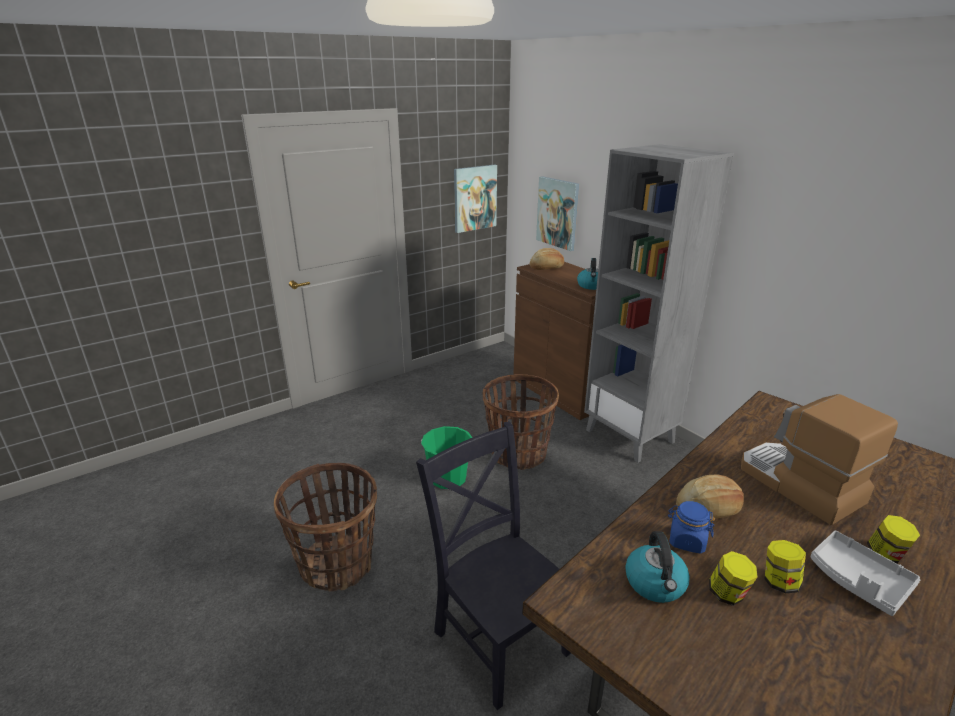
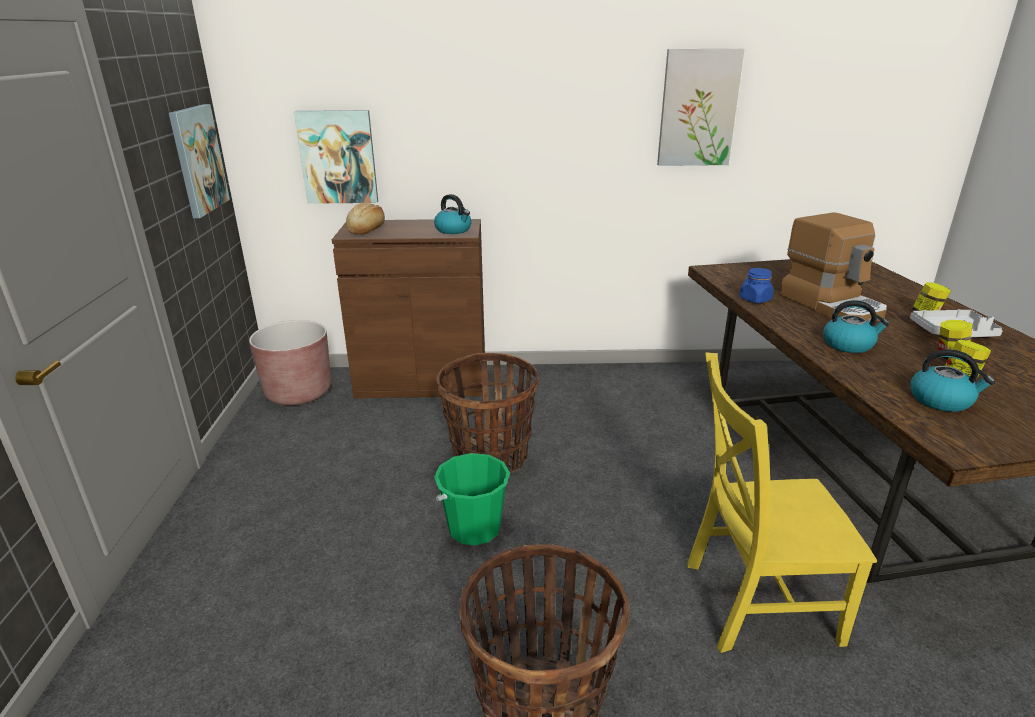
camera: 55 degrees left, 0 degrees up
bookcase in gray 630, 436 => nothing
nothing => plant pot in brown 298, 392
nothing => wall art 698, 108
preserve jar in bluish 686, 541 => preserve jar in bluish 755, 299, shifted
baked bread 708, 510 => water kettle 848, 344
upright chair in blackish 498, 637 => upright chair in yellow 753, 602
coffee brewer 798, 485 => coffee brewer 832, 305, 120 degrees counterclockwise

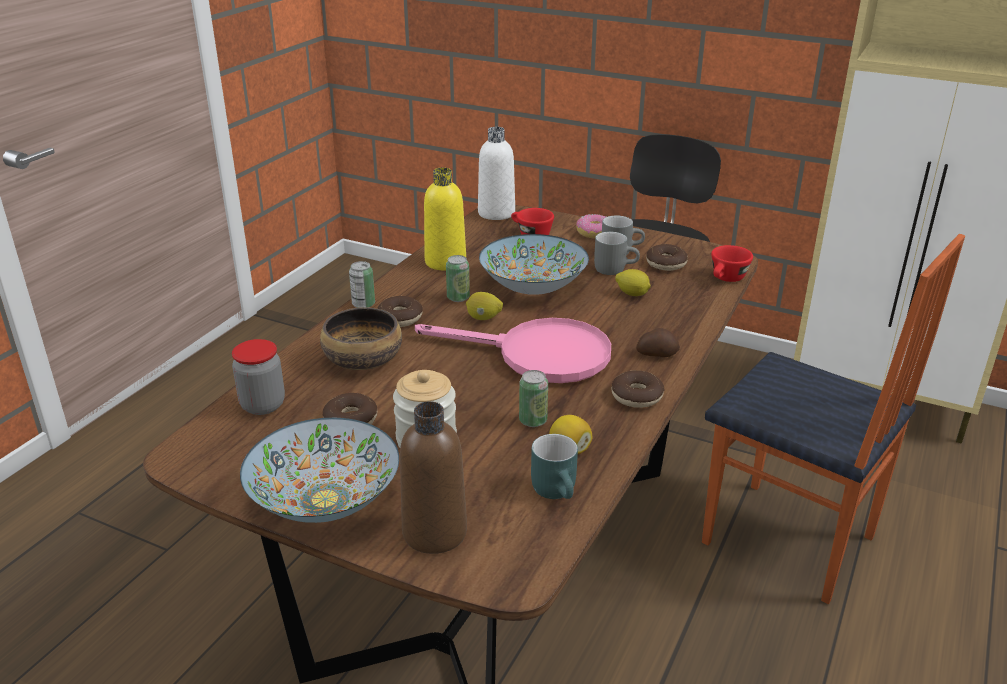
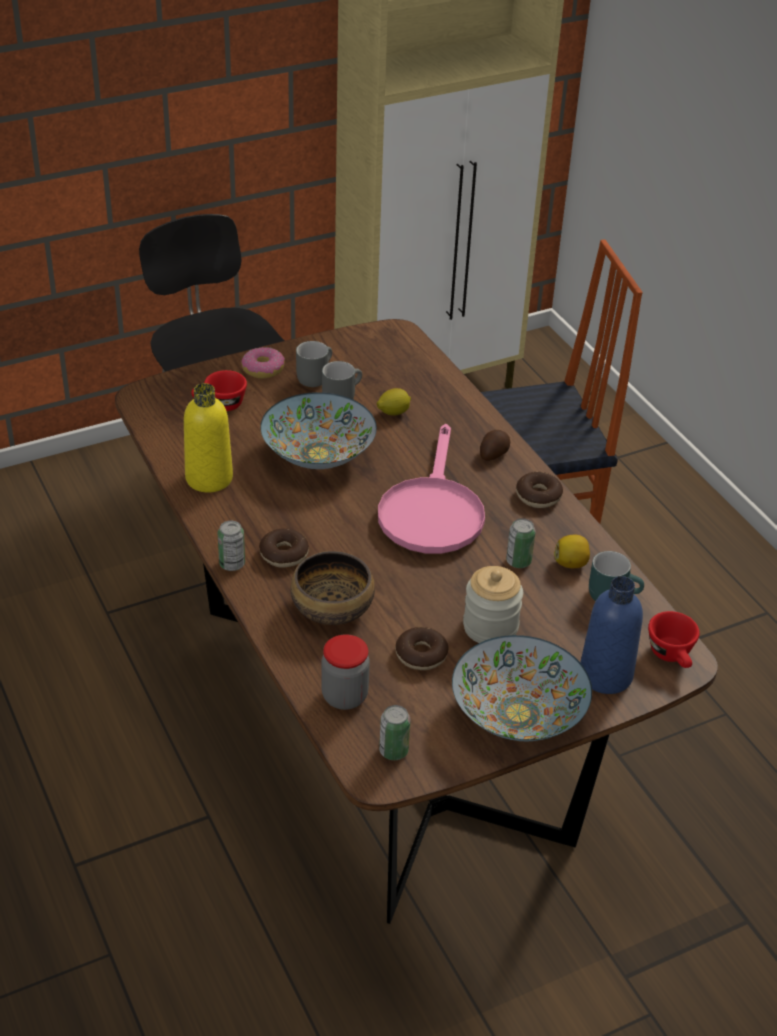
camera: 55 degrees left, 10 degrees up
lemon 483, 318 => nothing
drink bottle in white 496, 213 => nothing
donut 666, 264 => nothing
can 458, 298 => can 393, 751, shifted
cup in red 726, 279 => cup in red 672, 656, shifted
drink bottle in brown 434, 532 => drink bottle in bluish 605, 675
frying pan in pink 538, 355 => frying pan in pink 431, 511, 135 degrees clockwise

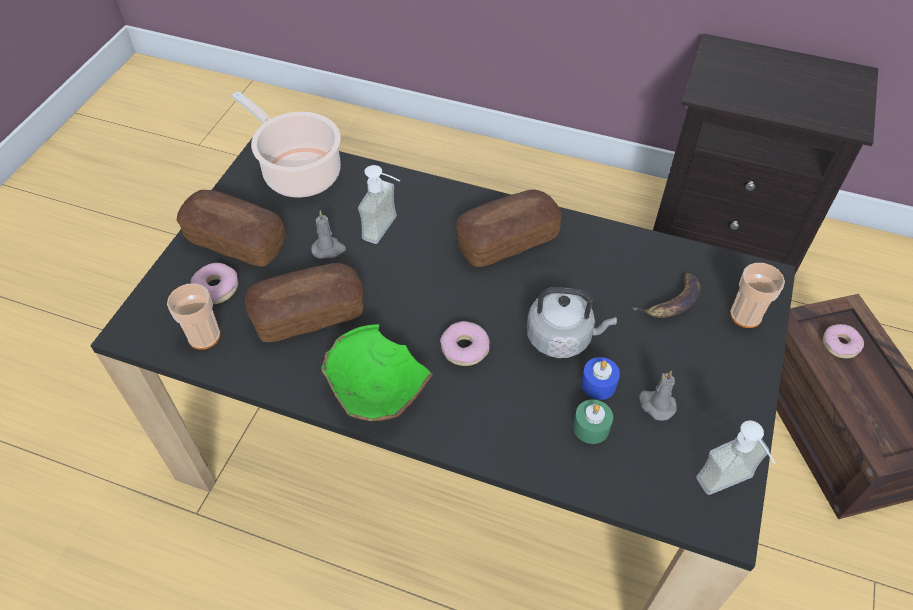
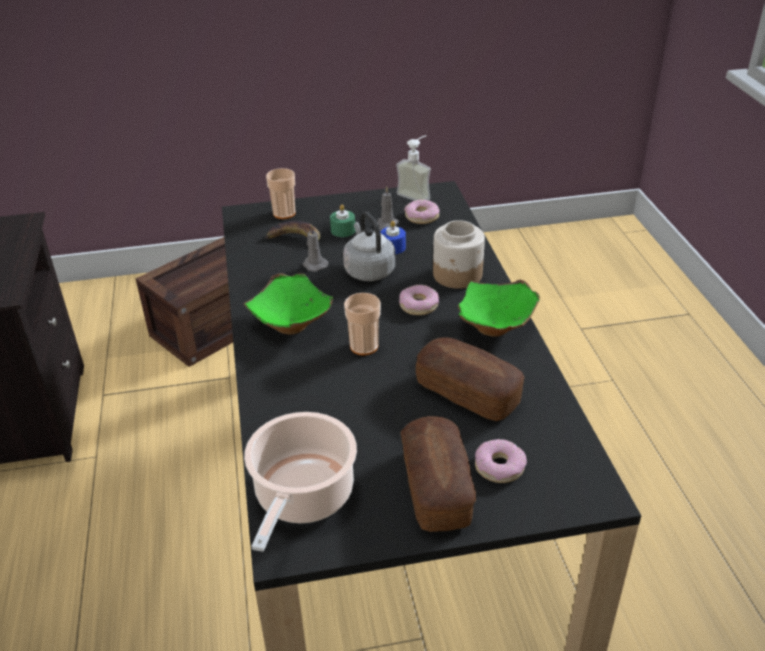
camera: 120 degrees left, 15 degrees down
liquid soap bottle 387, 230 => nothing
nothing => preserve jar 457, 275
cup 204, 336 => cup 364, 346, shifted
candle in gray 329, 249 => candle in gray 314, 265, shifted
candle in green-coloured 591, 427 => candle in green-coloured 343, 230, shifted
donut 840, 345 => donut 422, 217, shifted
baked bread 507, 241 => serving bowl in green-coloured 293, 324

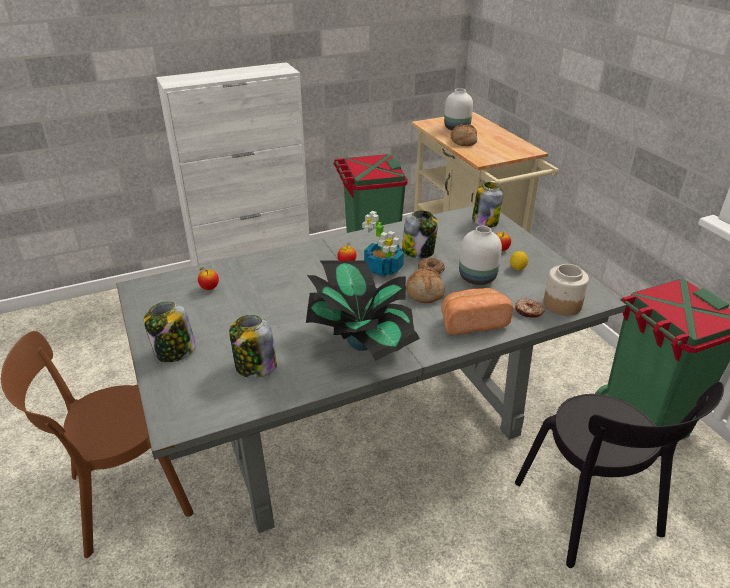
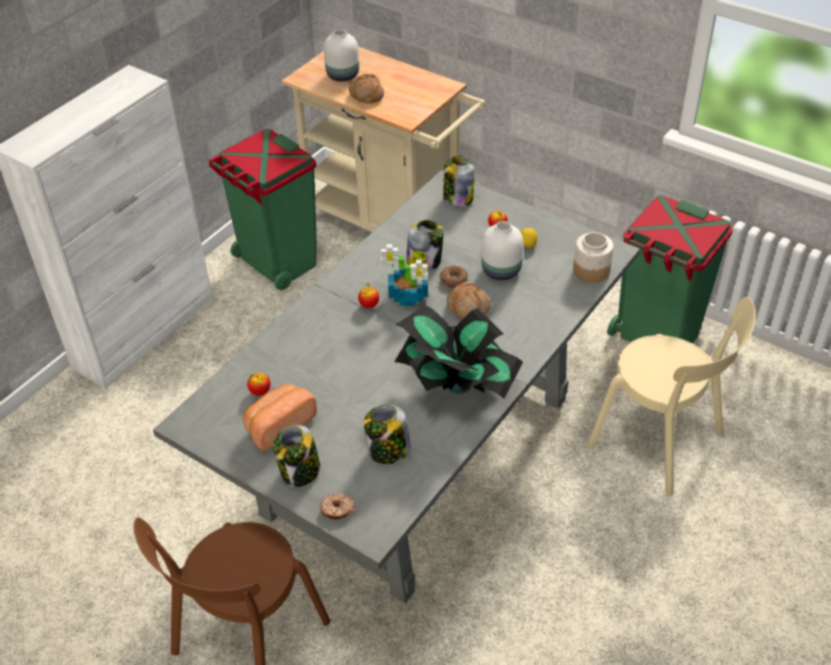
camera: 30 degrees left, 10 degrees up
baked bread 472, 322 => baked bread 278, 425, shifted
donut 528, 312 => donut 337, 510, shifted
upright chair in blackish 590, 514 => upright chair in beige-coloured 661, 443

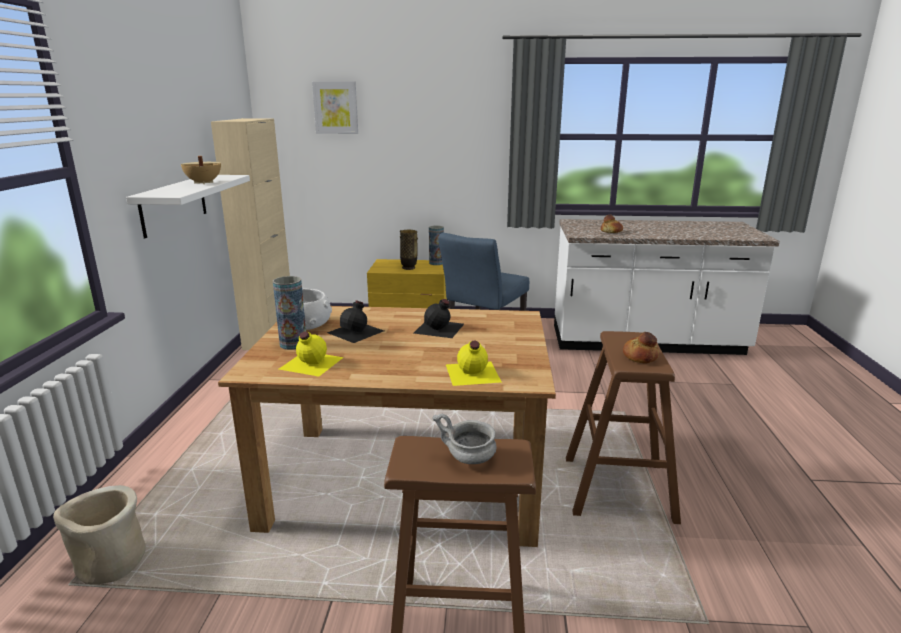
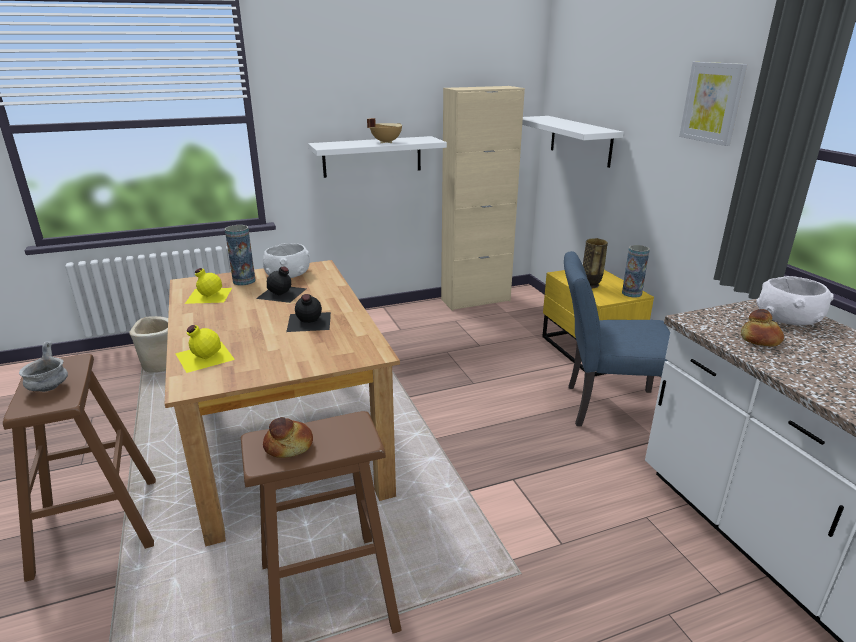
camera: 65 degrees right, 5 degrees up
nothing => shelf in white 580, 140
nothing => serving bowl in white 789, 318
wall art 335, 107 => wall art 713, 102, shifted

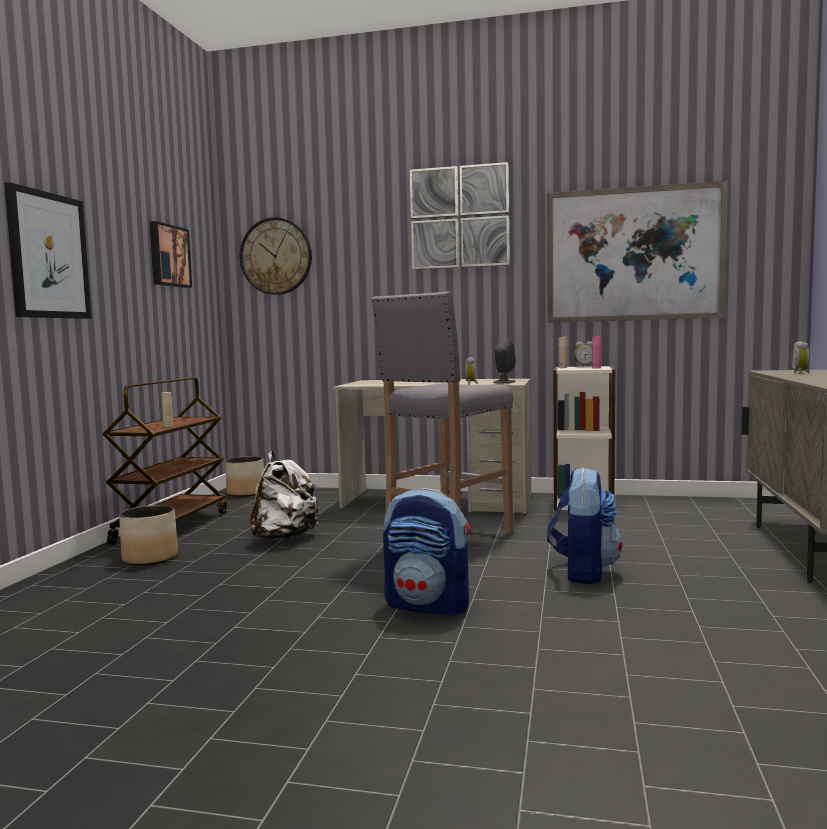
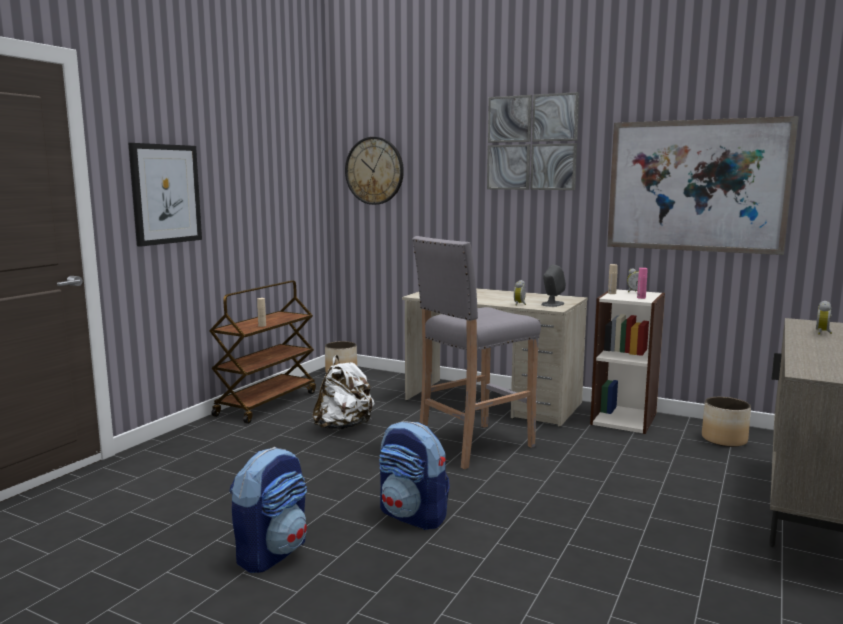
camera: 15 degrees right, 5 degrees up
wall art 168, 256 => nothing
plant pot 149, 558 => plant pot 723, 439, shifted
backpack 583, 572 => backpack 272, 553, shifted

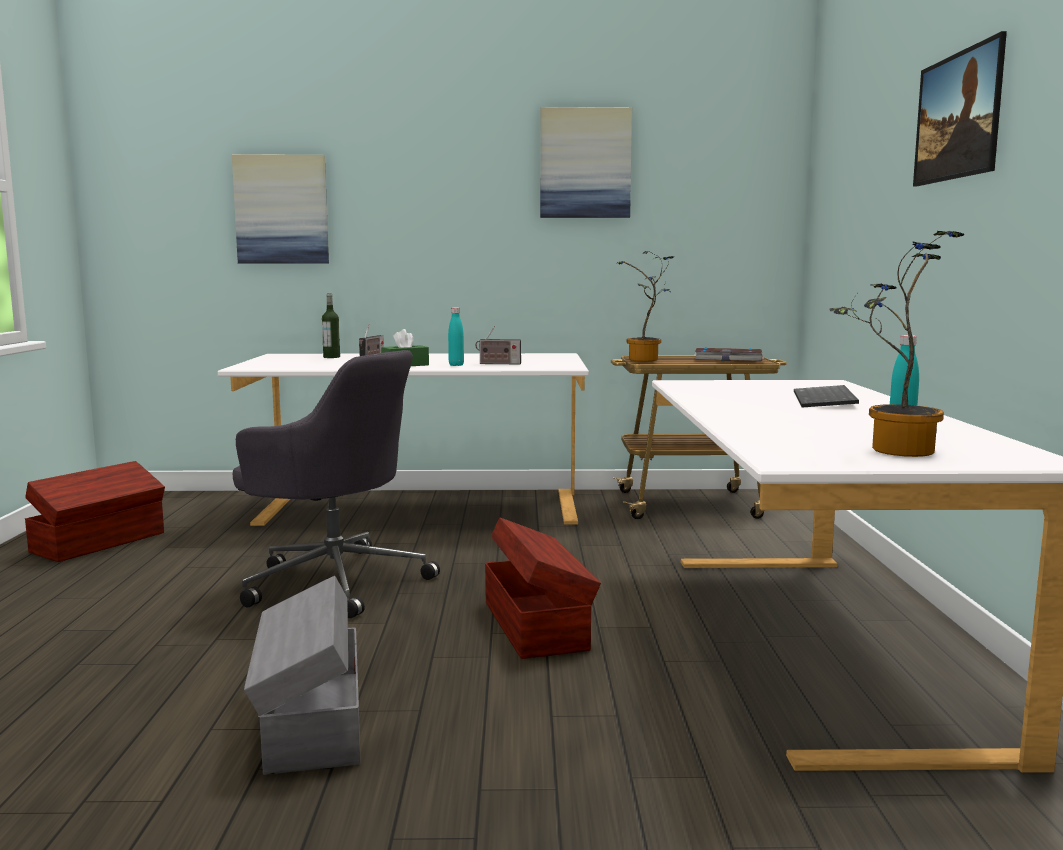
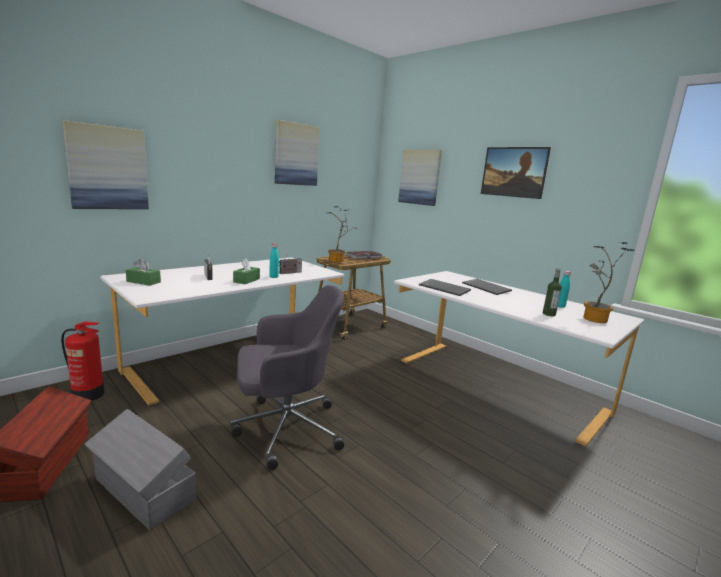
camera: 45 degrees left, 5 degrees up
storage container in brown 536, 624 => nothing
nothing => fire extinguisher 88, 395
nothing => tissue box in green-coloured 143, 282
nothing => wall art 420, 177
nothing => computer keyboard 445, 288
storage container in gray 311, 721 => storage container in gray 143, 490, shifted
drink bottle 331, 357 => drink bottle 549, 314, shifted

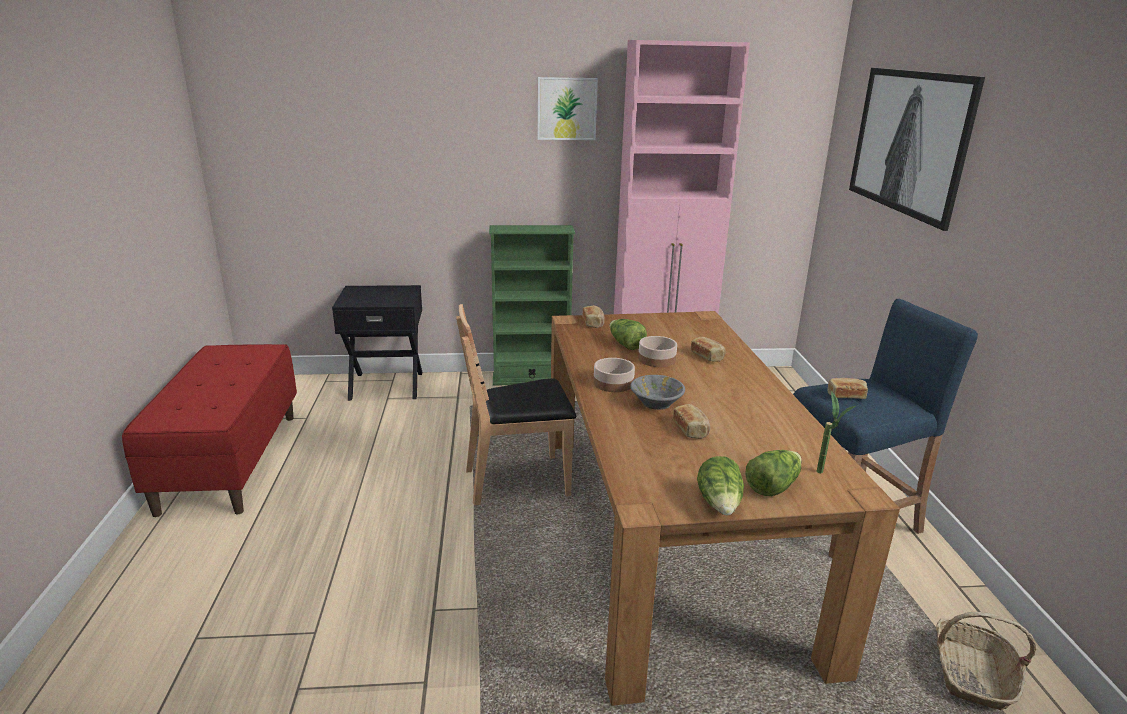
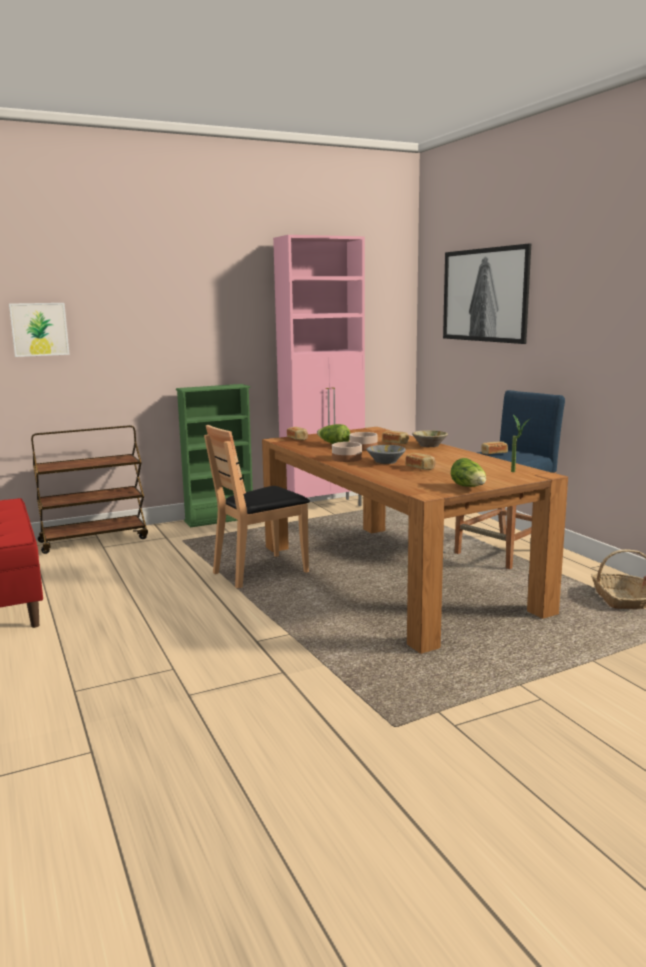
camera: 20 degrees left, 10 degrees down
lettuce head 772, 485 => nothing
nothing => serving bowl in beige-coloured 429, 445
wall art 567, 109 => wall art 39, 329, shifted
bedside table in blackish 386, 385 => trolley in brown 94, 540

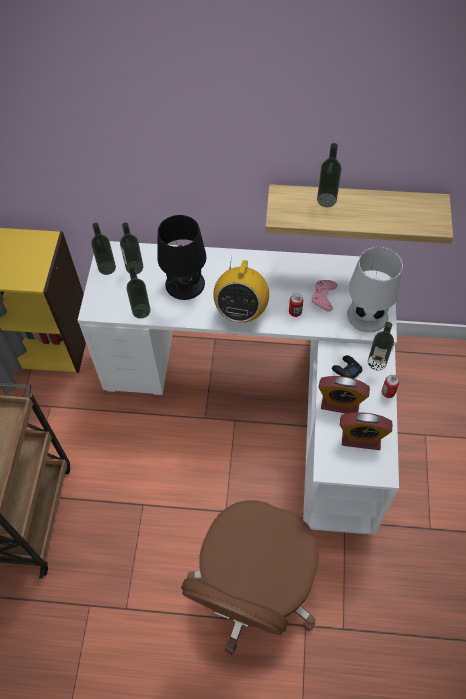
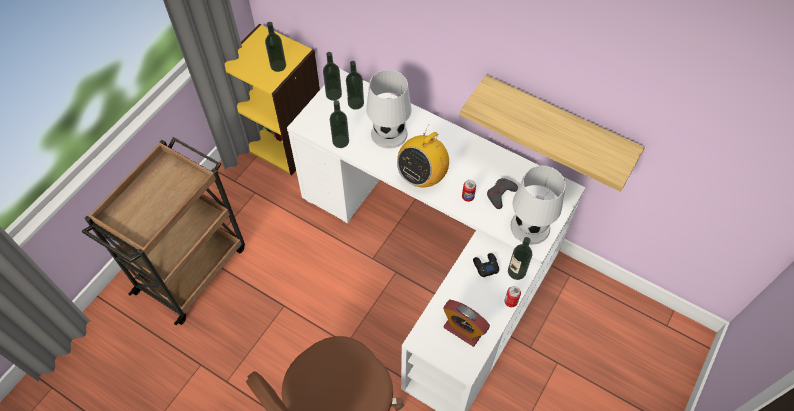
camera: 25 degrees right, 0 degrees up
table clock 340, 403 => nothing
drink bottle 326, 200 => drink bottle 278, 66, shifted
lamp for a table in blackish 185, 284 => lamp for a table in white 389, 134
game controller in pink 323, 297 => game controller in gray 500, 194

